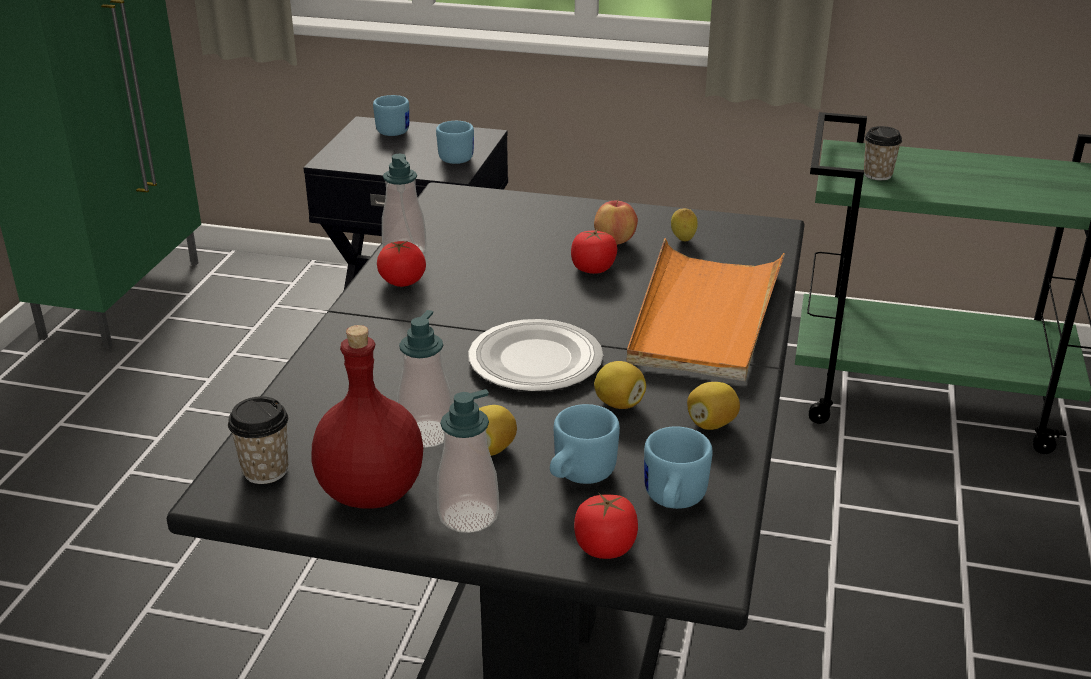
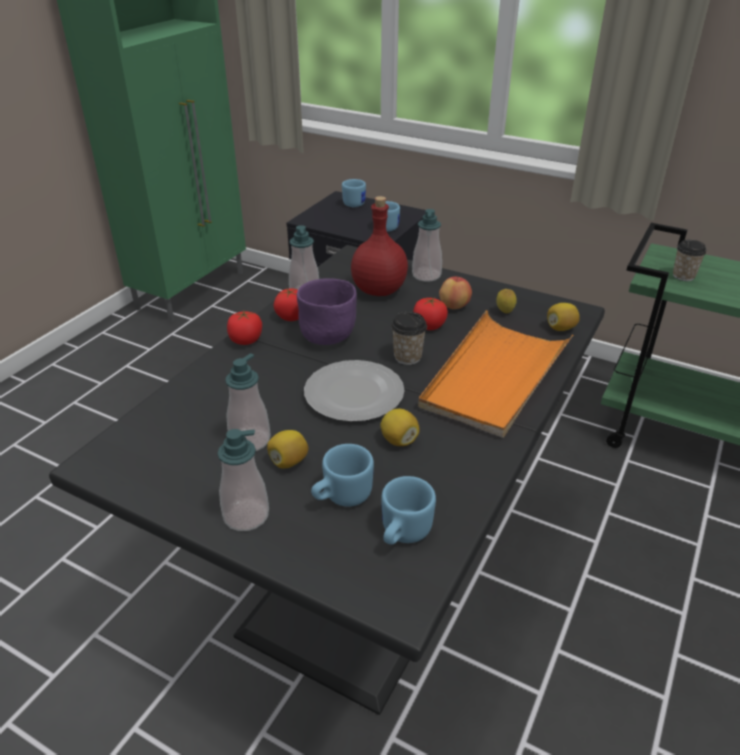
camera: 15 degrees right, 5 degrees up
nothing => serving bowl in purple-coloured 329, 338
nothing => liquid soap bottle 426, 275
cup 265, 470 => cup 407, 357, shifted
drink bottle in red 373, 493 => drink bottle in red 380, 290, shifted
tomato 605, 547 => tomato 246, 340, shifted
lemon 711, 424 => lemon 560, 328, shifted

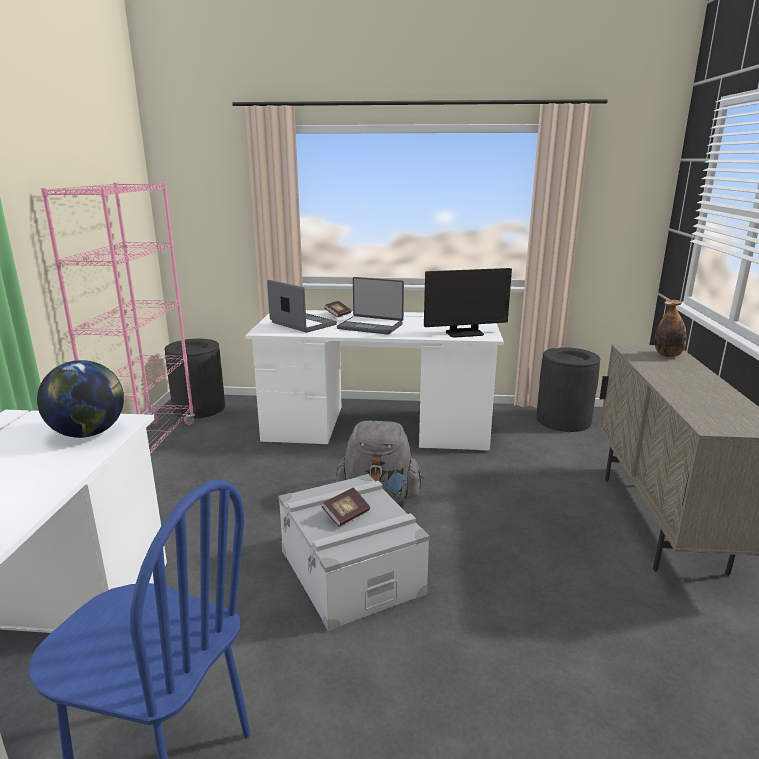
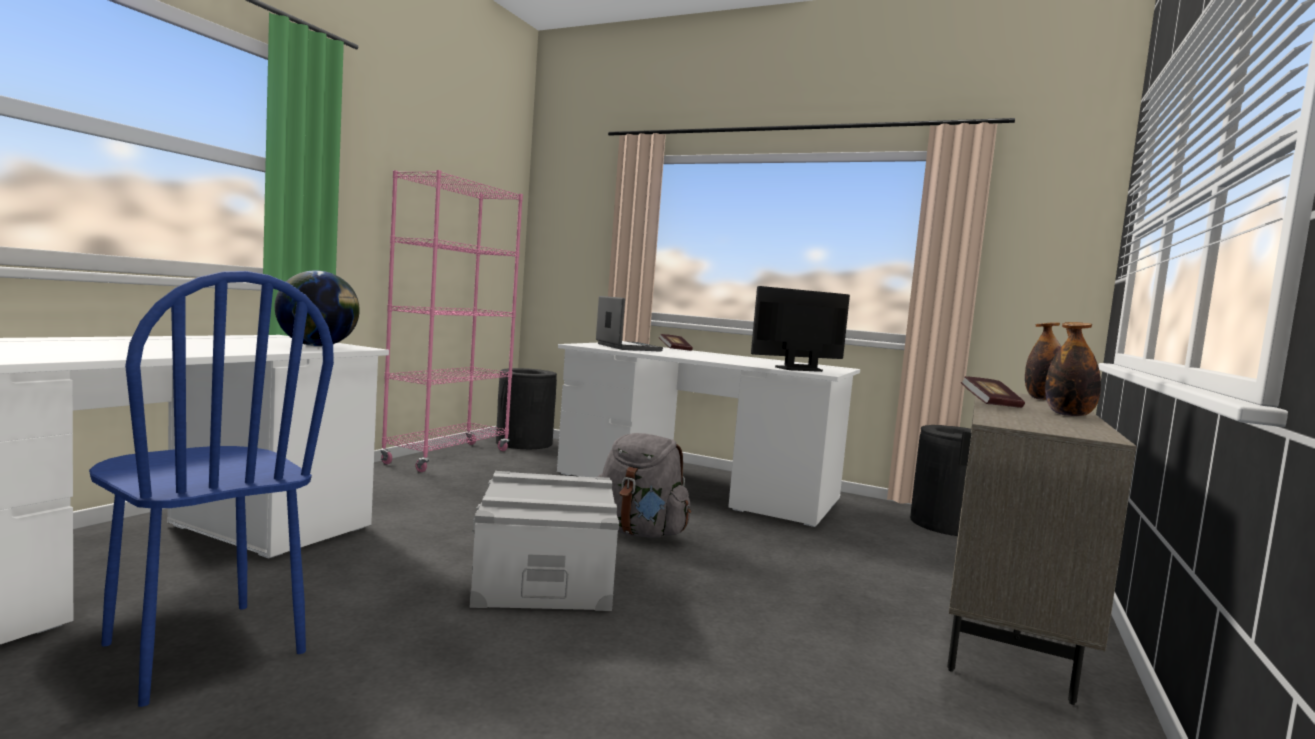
camera: 20 degrees right, 15 degrees down
laptop 371, 326 => nothing
nothing => drink bottle 1069, 415
book 346, 515 => book 991, 405, shifted
monitor 464, 333 => monitor 798, 369, 150 degrees clockwise

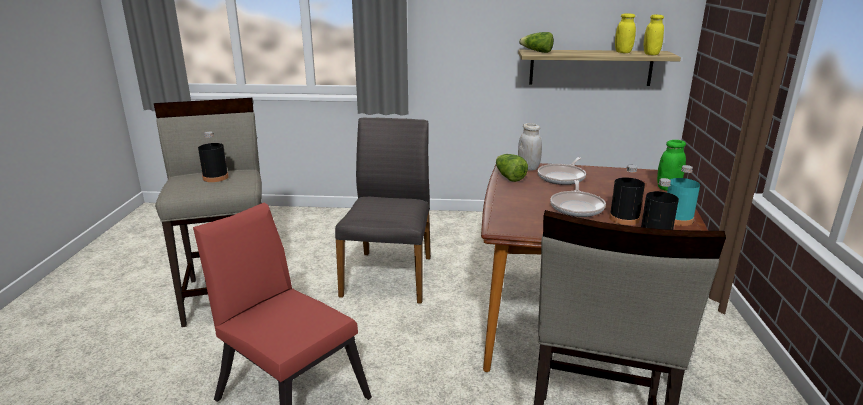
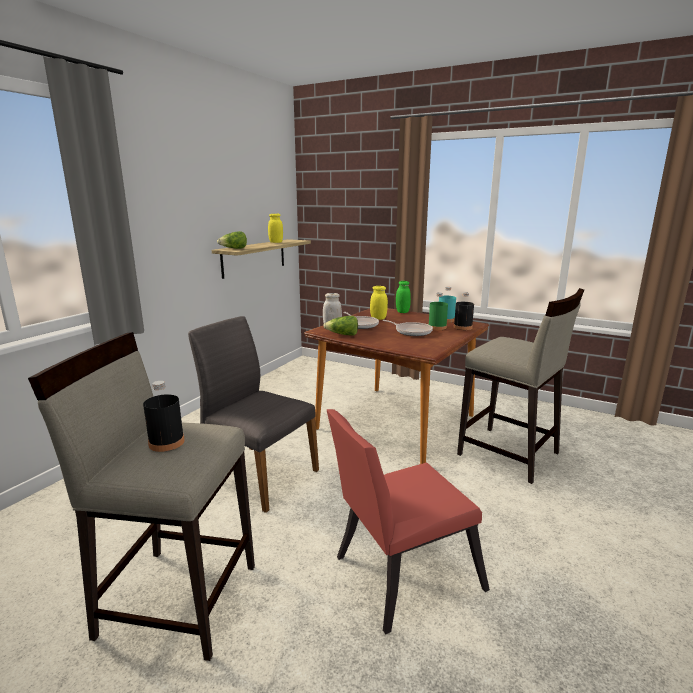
camera: 65 degrees left, 5 degrees down
preserve jar in yellow 651, 54 => preserve jar in yellow 378, 318, shifted
drink bottle in blackish 624, 219 => drink bottle in green-coloured 437, 327

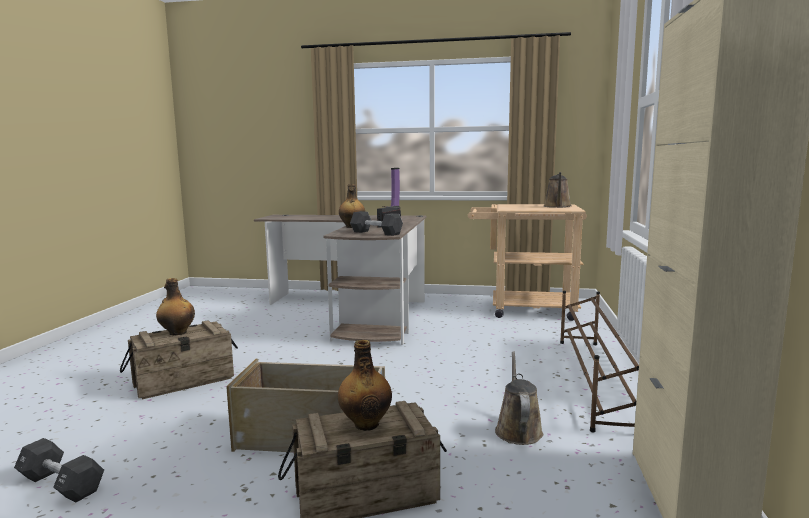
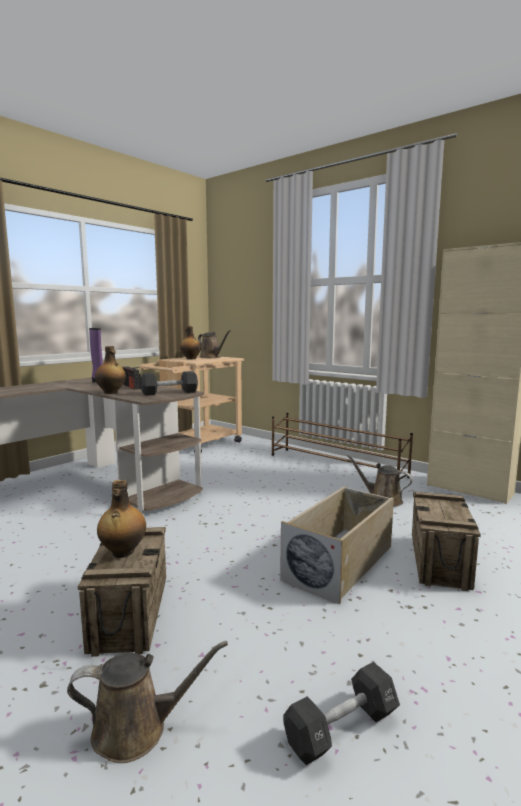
camera: 60 degrees left, 0 degrees up
nothing => watering can in brown 137, 729
drink bottle 366, 424 => drink bottle 190, 359, shifted

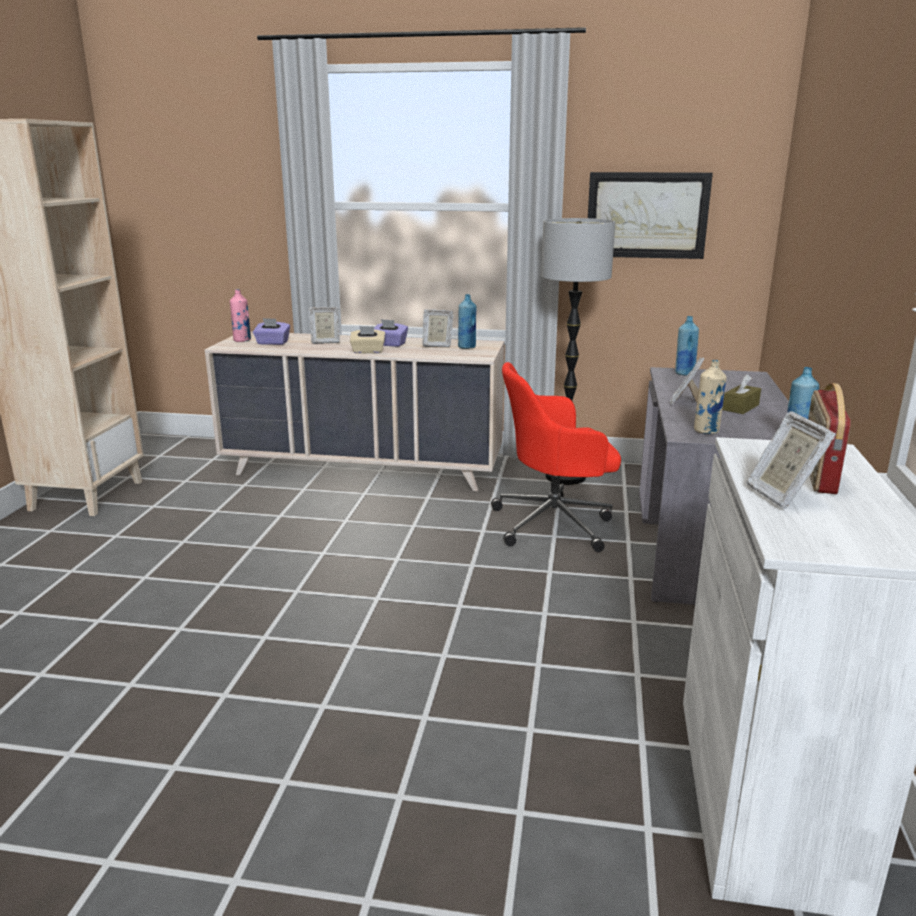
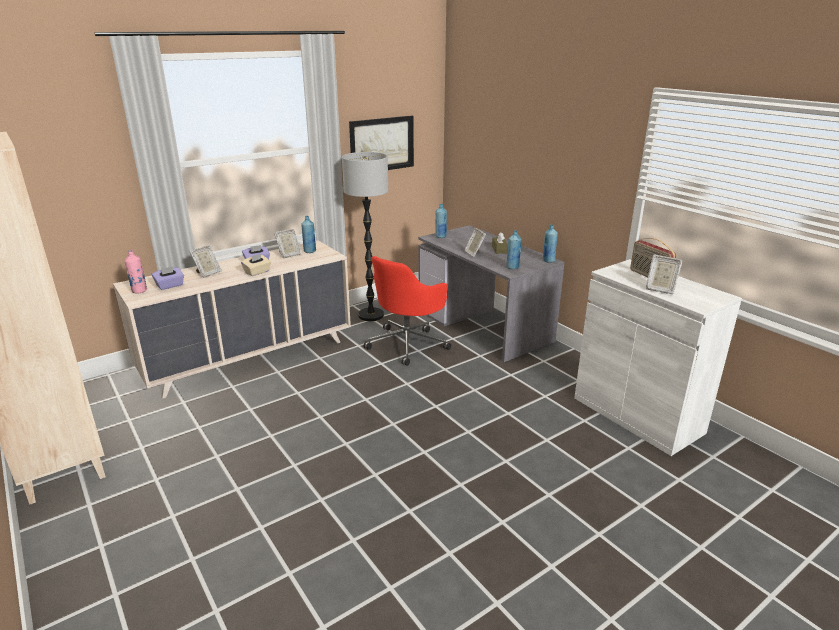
camera: 45 degrees left, 5 degrees up
drink bottle in beige-coloured 706, 431 => drink bottle in bluish 512, 267

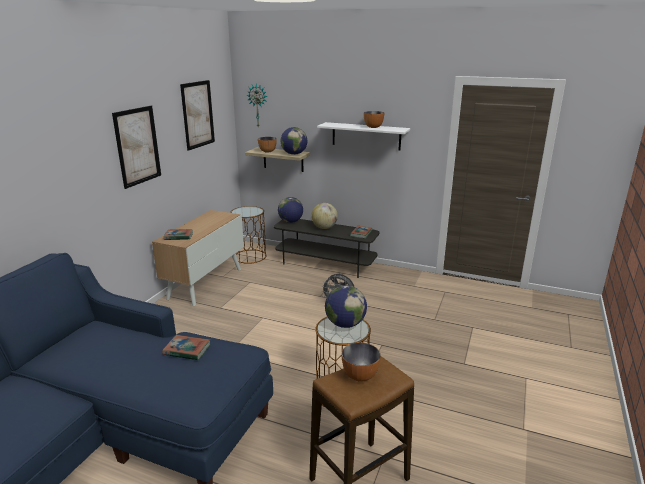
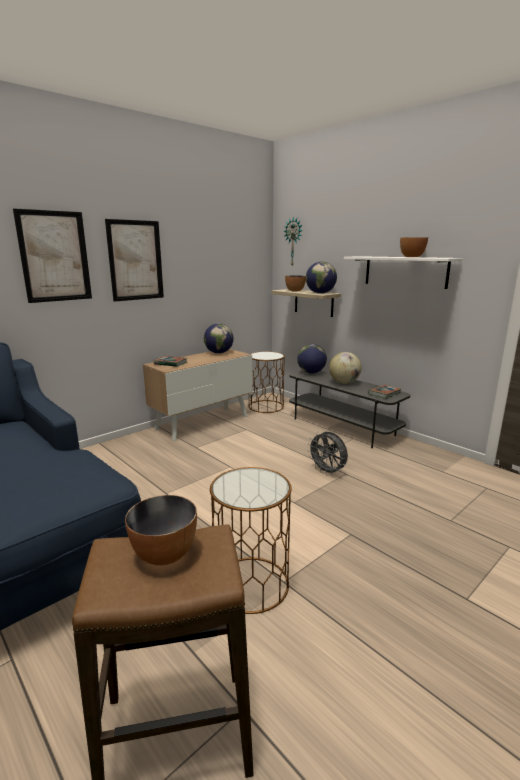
camera: 25 degrees right, 5 degrees down
book 187, 350 => nothing
wall art 198, 114 => wall art 55, 256, shifted
globe 345, 324 => globe 219, 353, shifted

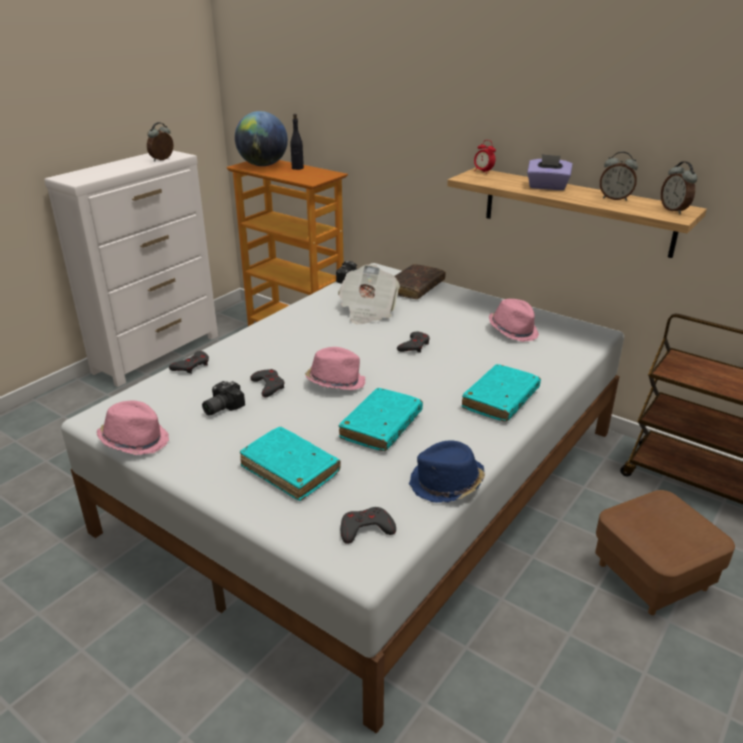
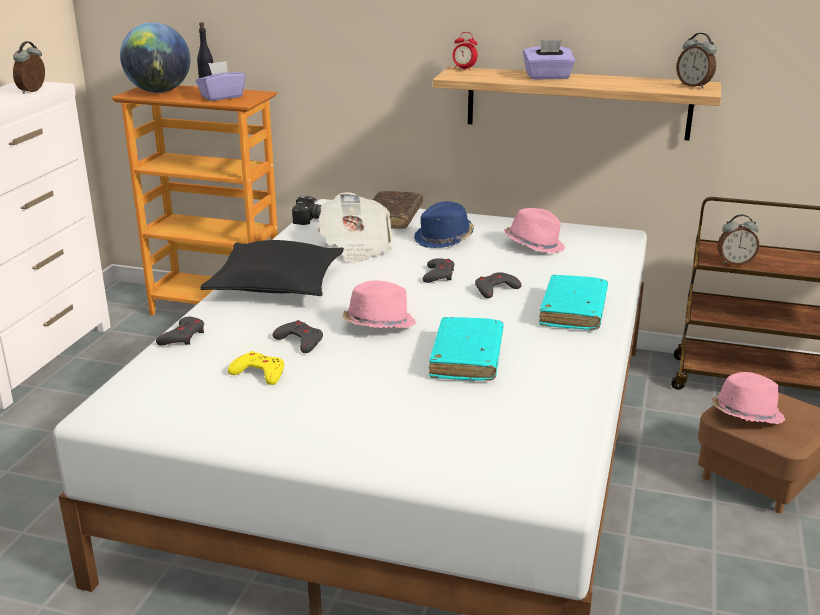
camera: 20 degrees left, 5 degrees down
book in turquoise 290, 470 => nothing
nothing => tissue box in purple-coloured 222, 97
nothing => pillow in blackish 276, 284
clothing hat in pink 135, 441 => clothing hat in pink 745, 415, shifted
game controller in gray 366, 529 => game controller in gray 495, 289, shifted
clothing hat in bluish 446, 484 => clothing hat in bluish 444, 239, shifted
table clock 615, 198 => table clock 735, 263, shifted
still camera 220, 407 => game controller in yellow 259, 373

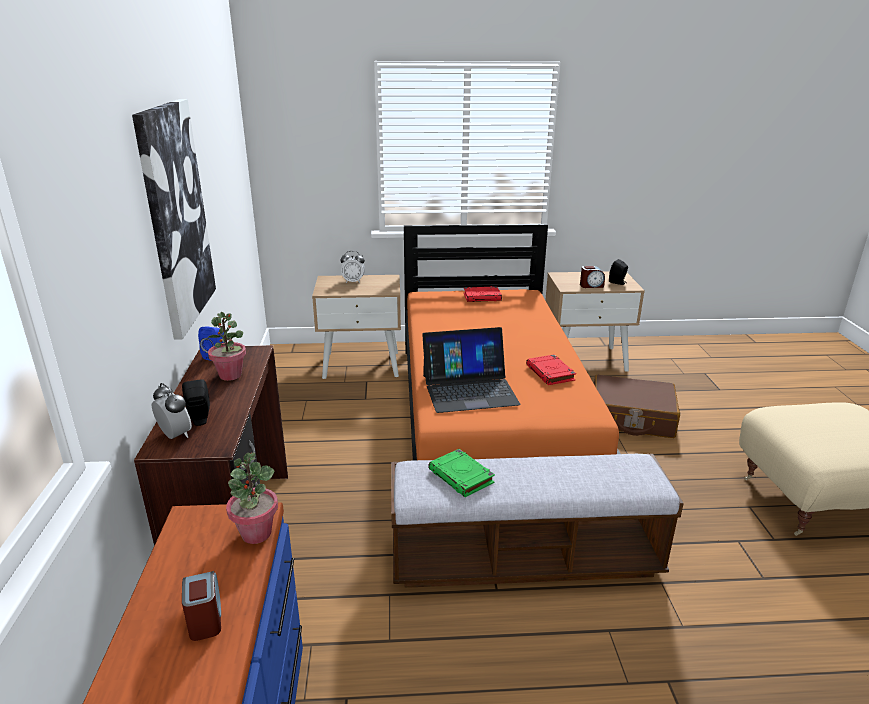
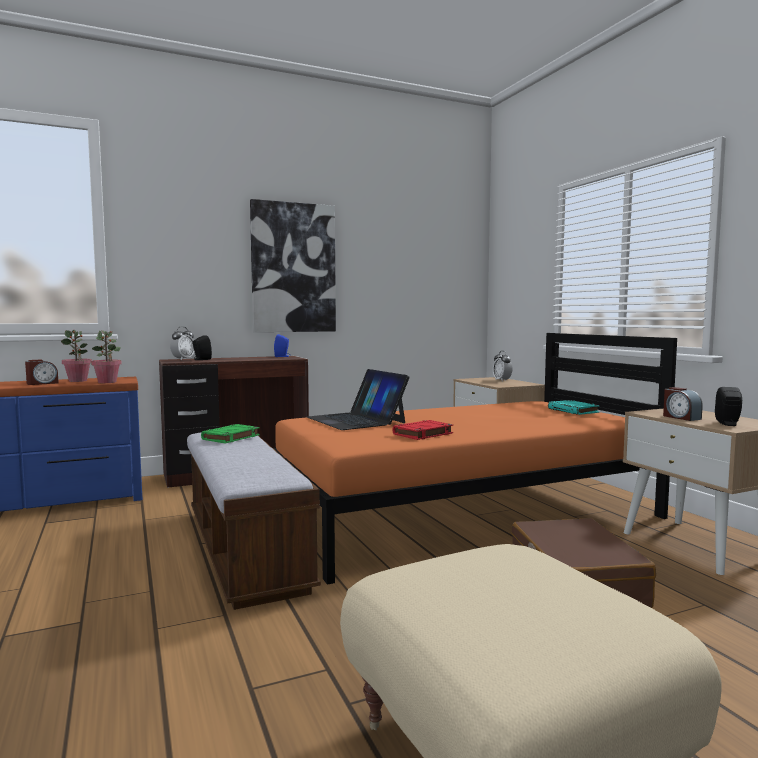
camera: 70 degrees right, 20 degrees down
houseplant 230, 375 => houseplant 78, 381, shifted
book in red 482, 297 => book in turquoise 573, 411

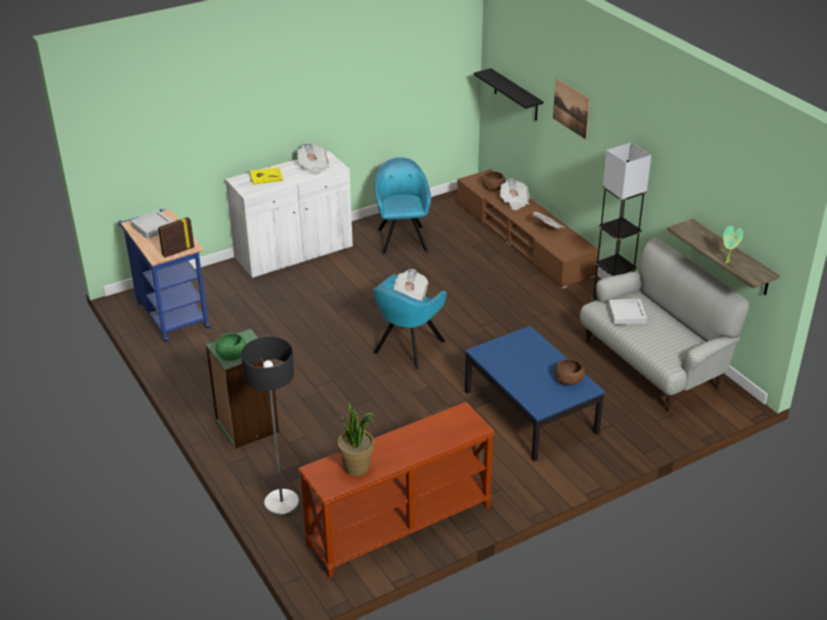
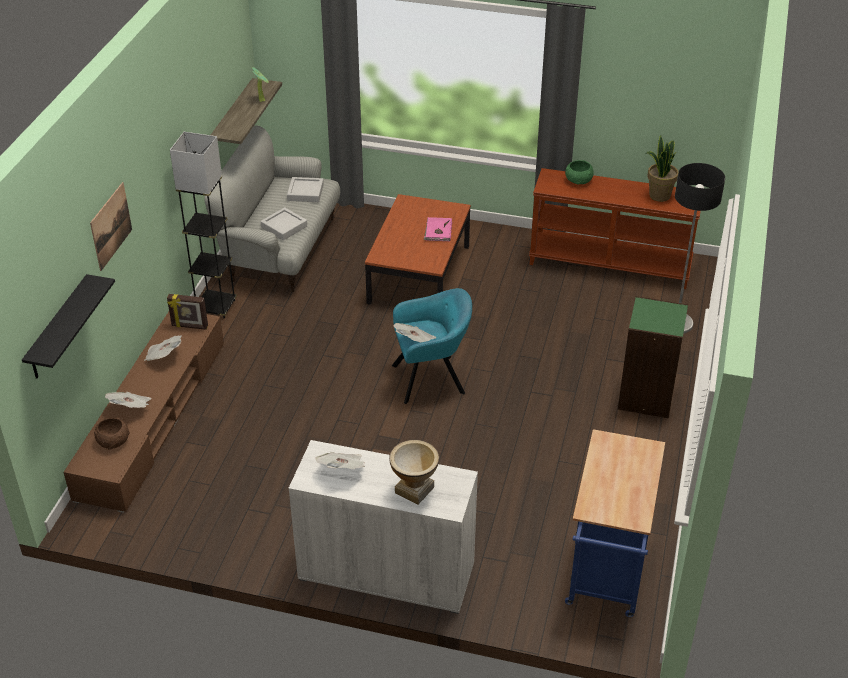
camera: 135 degrees left, 5 degrees up
armchair in turquoise 402, 238 => nothing
serving bowl in brown 568, 380 => nothing
nothing => book in pink 438, 231
carrying tray in gray 153, 227 => carrying tray in gray 305, 192, shifted
picture frame 178, 251 => picture frame 189, 326, shifted
serving bowl in green-coloured 232, 355 => serving bowl in green-coloured 578, 180, shifted
book in yellow 265, 177 => vase 414, 490
lounge table in bluish 531, 412 => lounge table in brown 418, 274

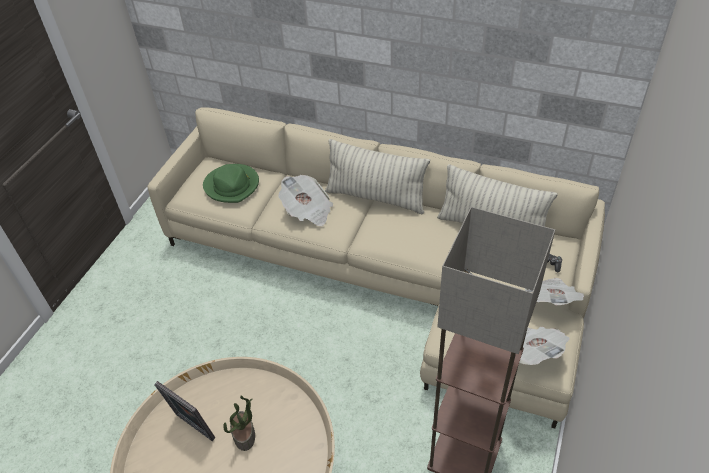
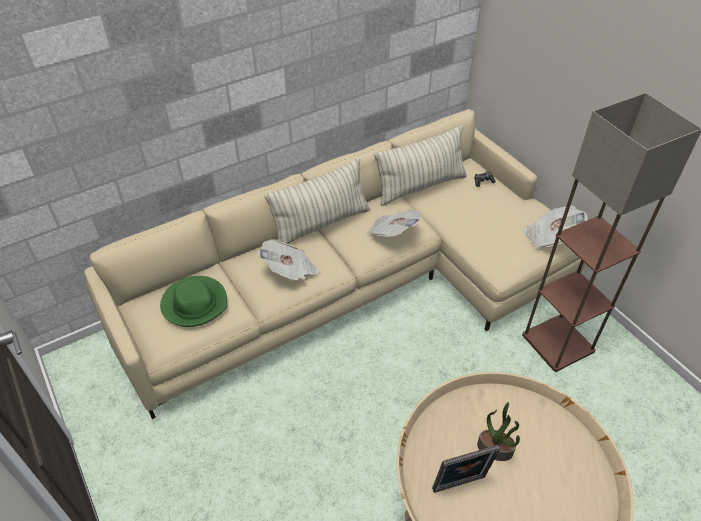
camera: 55 degrees left, 0 degrees up
daily paper 550, 301 => daily paper 393, 233, shifted

